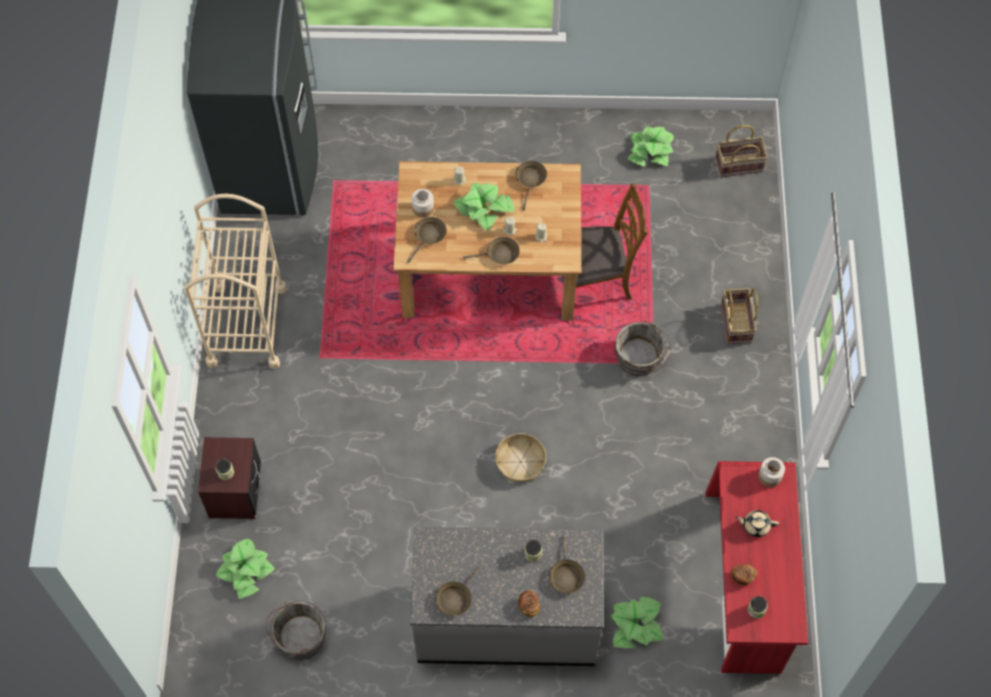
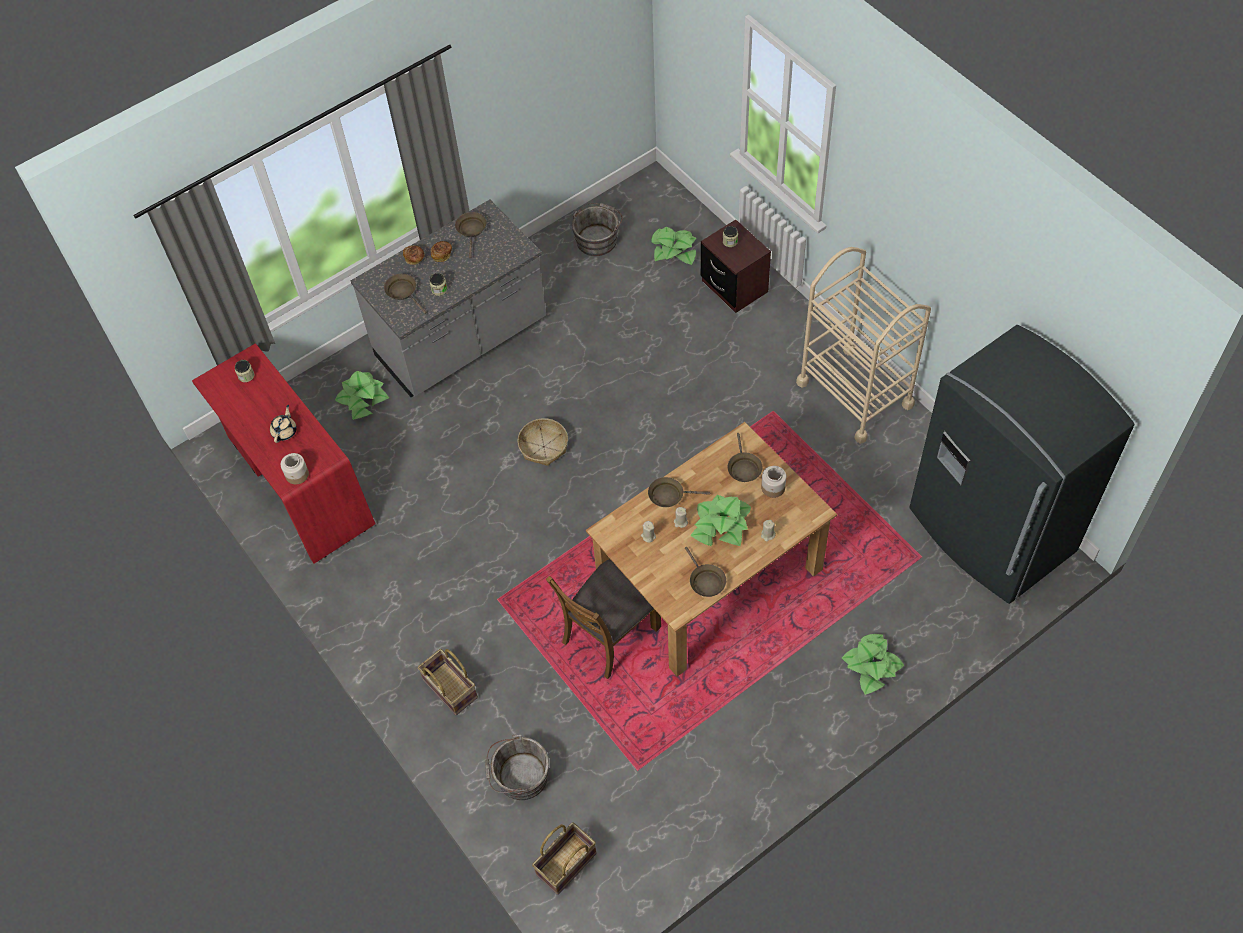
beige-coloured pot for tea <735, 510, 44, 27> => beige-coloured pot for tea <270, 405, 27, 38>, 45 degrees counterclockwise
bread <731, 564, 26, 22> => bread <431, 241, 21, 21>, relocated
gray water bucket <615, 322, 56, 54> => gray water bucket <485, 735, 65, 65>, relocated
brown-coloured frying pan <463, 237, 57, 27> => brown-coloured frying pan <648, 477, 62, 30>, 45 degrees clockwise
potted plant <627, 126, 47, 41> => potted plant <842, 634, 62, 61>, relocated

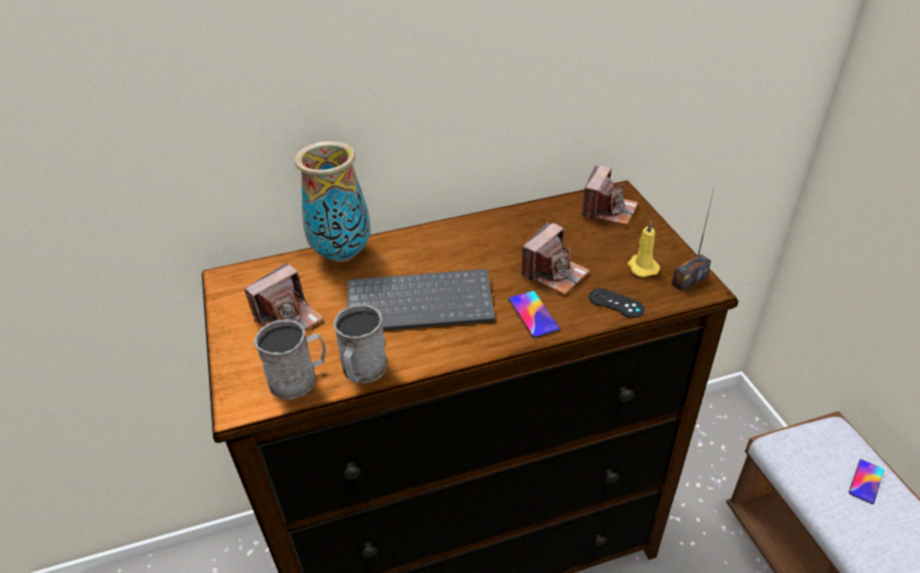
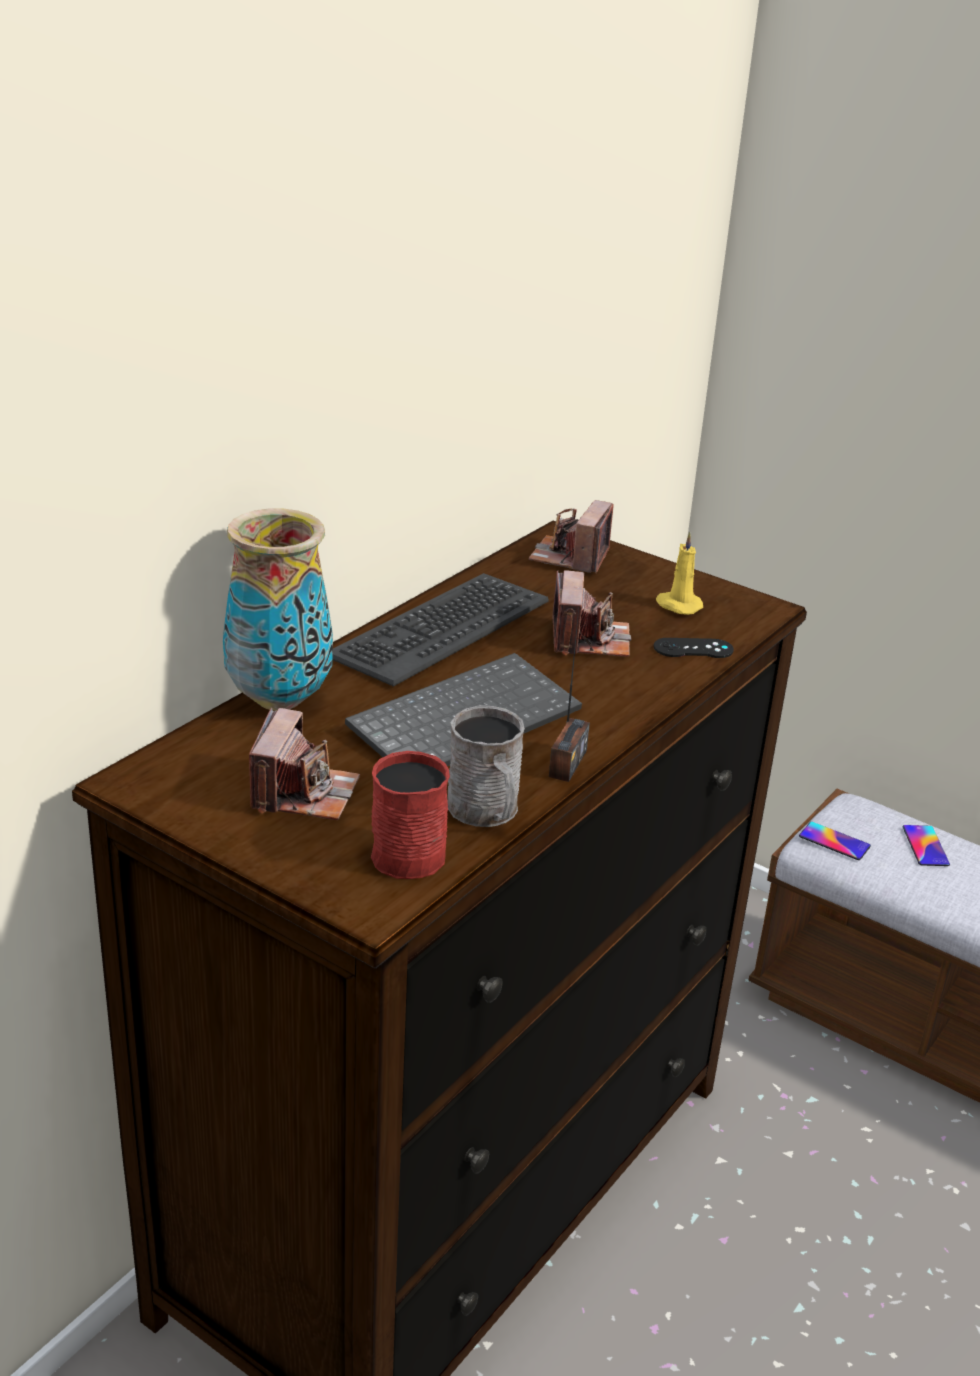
nothing => keyboard <332, 573, 217, 114>
gray tea mug <254, 319, 72, 81> => red-coloured tea mug <371, 751, 79, 128>
photo camera <582, 165, 56, 60> => photo camera <528, 500, 86, 73>, 150 degrees counterclockwise
radio <672, 189, 42, 102> => radio <549, 608, 41, 174>, relocated
handset <508, 291, 52, 47> => handset <799, 822, 72, 38>, relocated

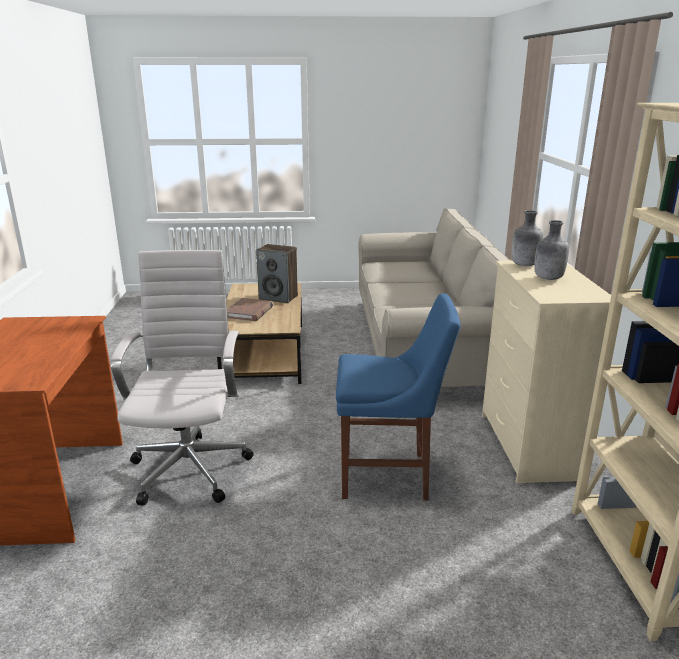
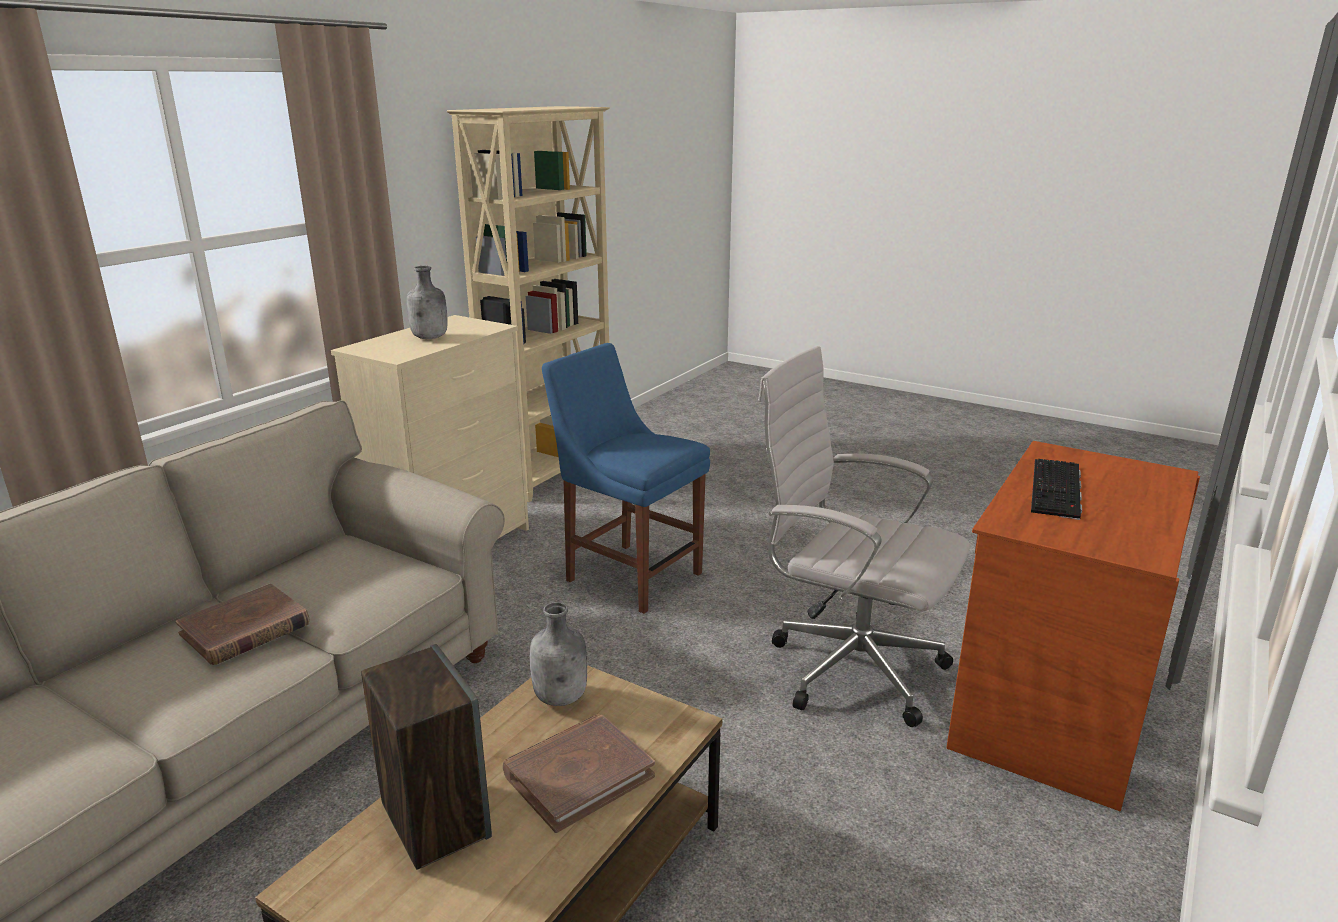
nothing => brown-coloured volume <176, 584, 133, 81>
gray bottle <511, 210, 32, 56> => gray bottle <530, 602, 57, 104>, relocated
white-coloured office chair <111, 250, 143, 256> => white-coloured office chair <758, 346, 212, 381>, 90 degrees clockwise
nothing => keyboard <1031, 459, 51, 61>

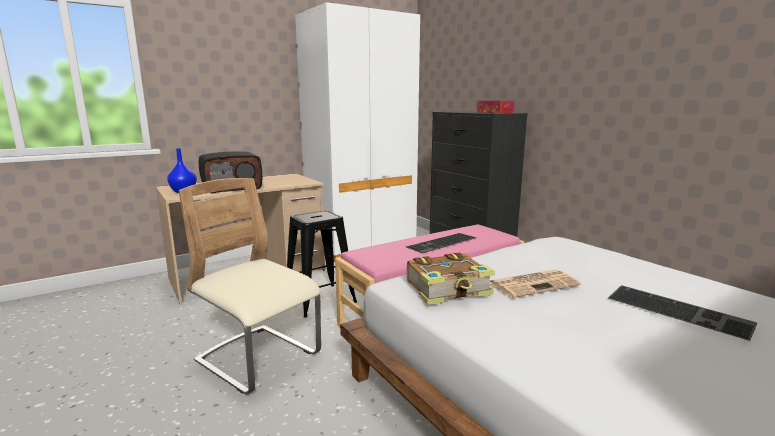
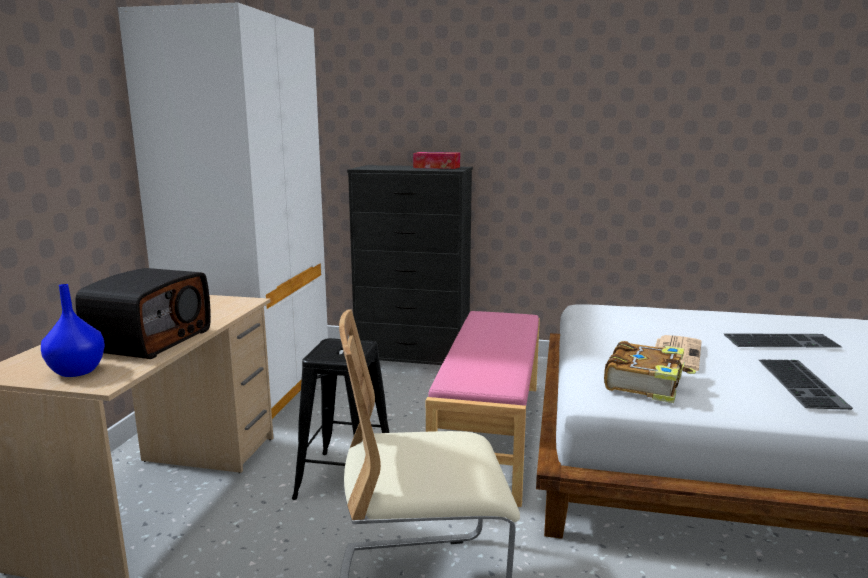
keyboard <406, 233, 70, 20> => keyboard <759, 360, 94, 50>, relocated

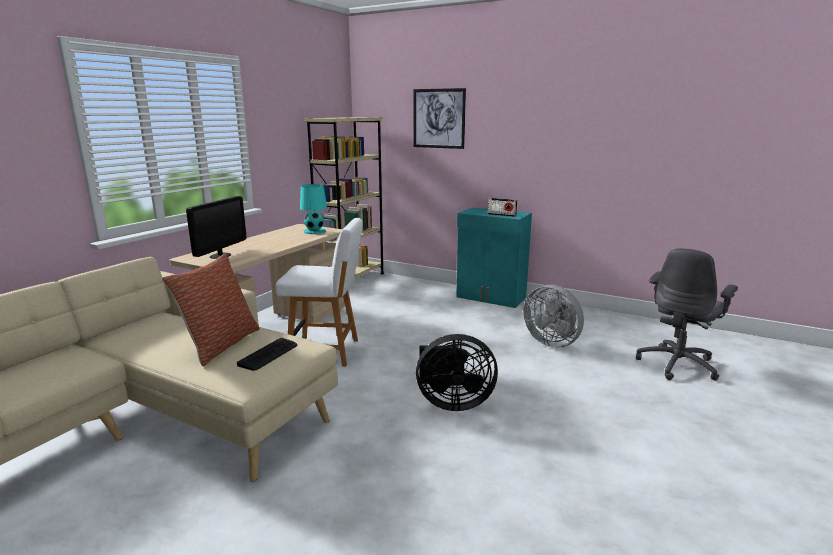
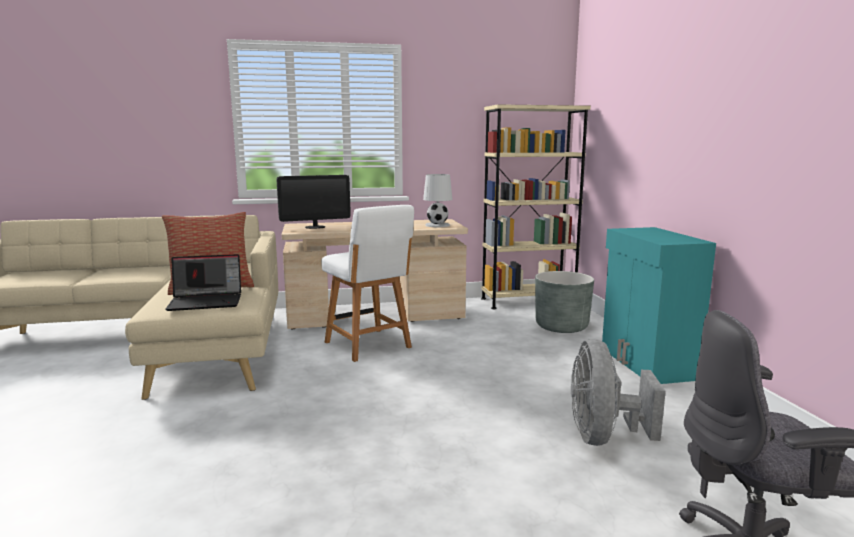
keyboard <237, 338, 60, 33> => laptop <166, 254, 75, 57>
blue-green tabletop lamp <300, 184, 27, 50> => white-coloured tabletop lamp <423, 174, 29, 53>
nothing => gray flower pot <535, 271, 59, 62>
picture <413, 88, 53, 61> => nothing
blackish cooling fan <416, 334, 82, 77> => nothing
radio <488, 198, 29, 19> => nothing

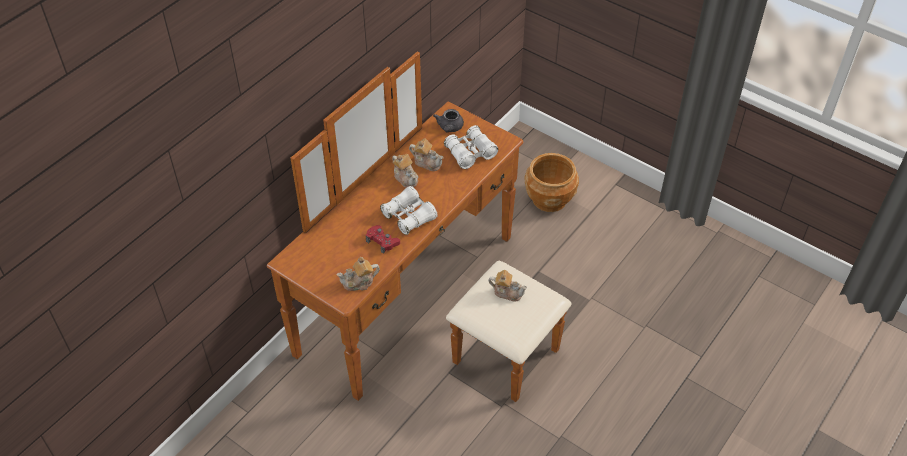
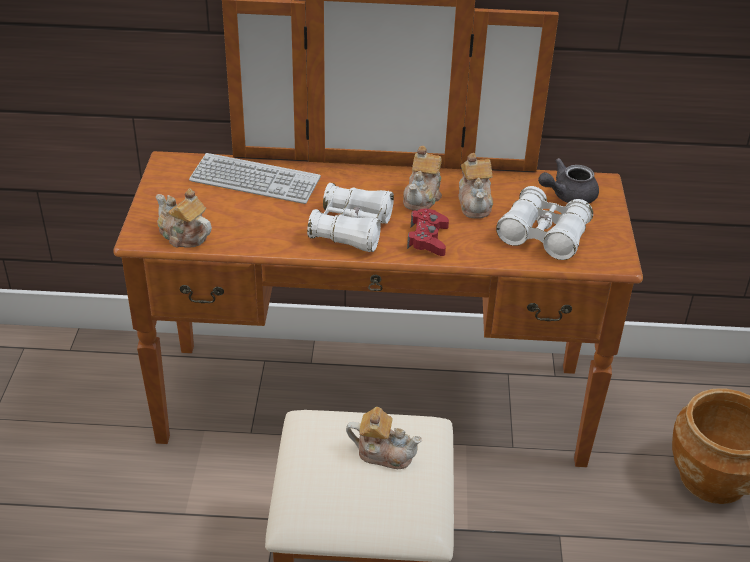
nothing => keyboard <189, 153, 132, 51>
pot for tea <488, 270, 39, 32> => pot for tea <346, 407, 76, 62>, 60 degrees counterclockwise
red-coloured gamepad <366, 225, 34, 29> => red-coloured gamepad <407, 208, 42, 48>, relocated

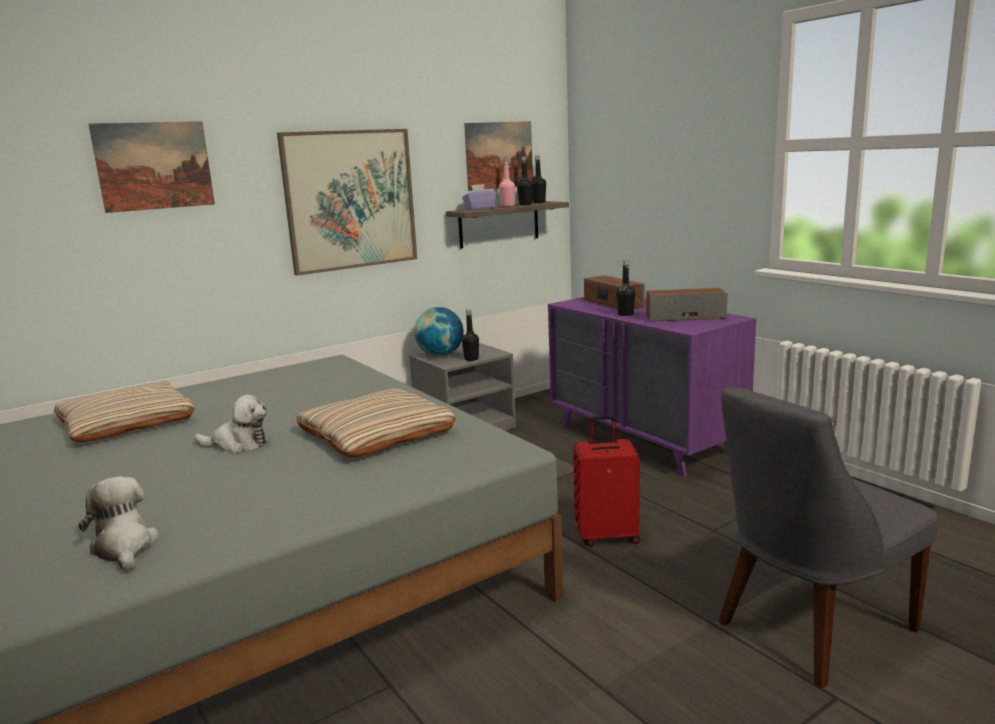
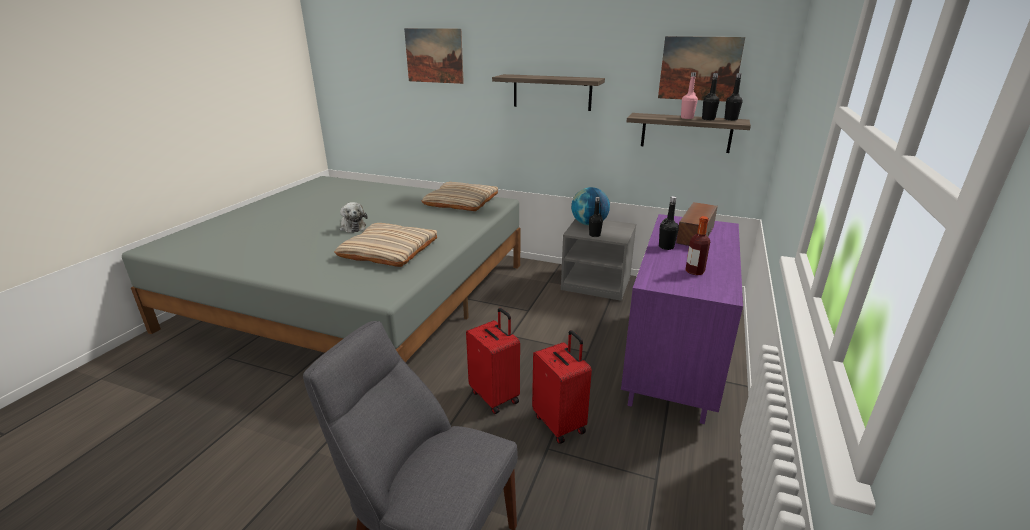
beige-coloured throw pillow <54, 381, 141, 61> => beige-coloured throw pillow <422, 182, 76, 29>, relocated
picture <277, 129, 140, 147> => wall shelf <492, 74, 113, 37>
nothing => red-coloured piece of luggage <532, 330, 60, 114>
speaker <646, 288, 81, 34> => bottle <685, 216, 25, 59>
soft toy <79, 476, 80, 95> => nothing
purple box of tissues <462, 184, 35, 26> => nothing

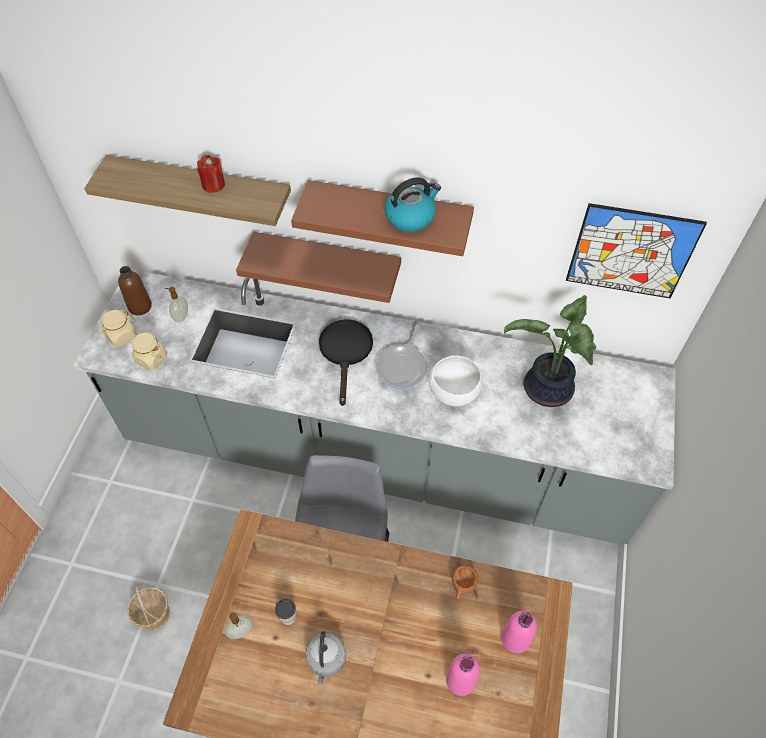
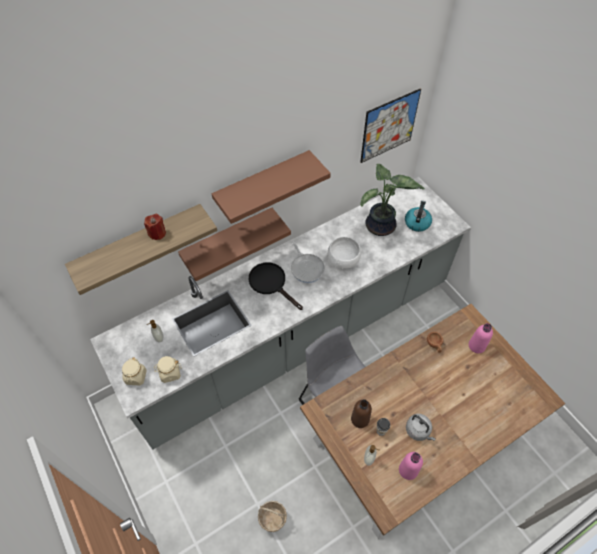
brown-coloured bottle <118, 266, 34, 49> => brown-coloured bottle <351, 399, 21, 29>, relocated
pink bottle <446, 654, 34, 42> => pink bottle <399, 452, 24, 28>, relocated
tea kettle <384, 177, 57, 55> => tea kettle <405, 201, 27, 31>, relocated

